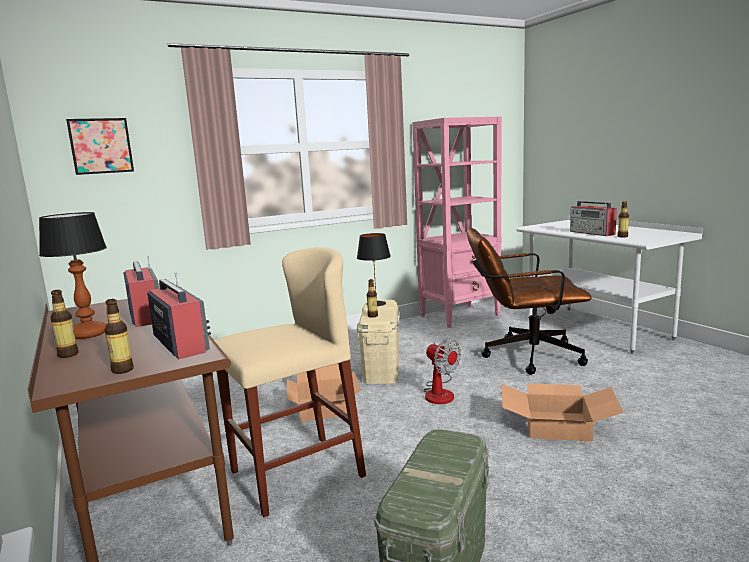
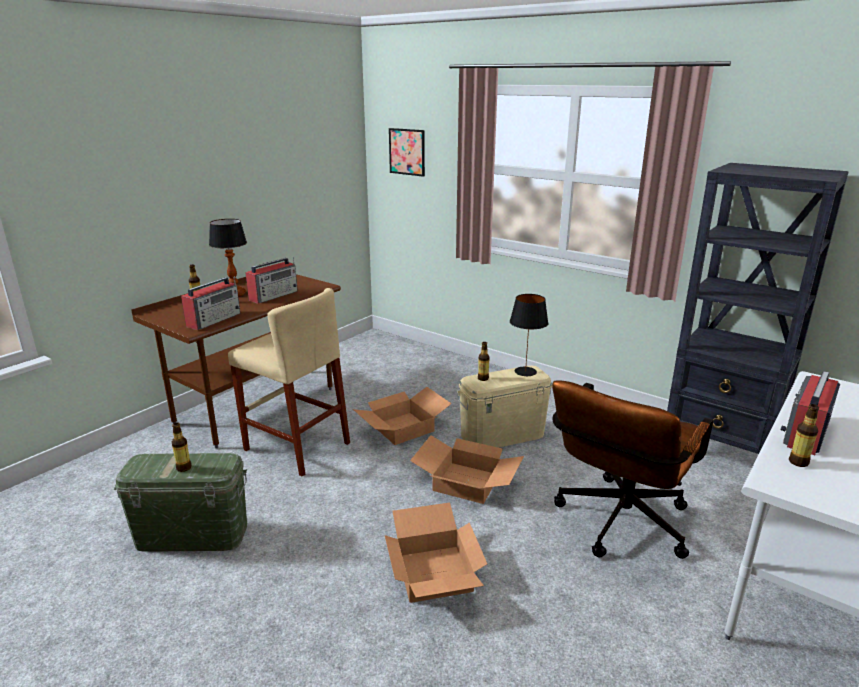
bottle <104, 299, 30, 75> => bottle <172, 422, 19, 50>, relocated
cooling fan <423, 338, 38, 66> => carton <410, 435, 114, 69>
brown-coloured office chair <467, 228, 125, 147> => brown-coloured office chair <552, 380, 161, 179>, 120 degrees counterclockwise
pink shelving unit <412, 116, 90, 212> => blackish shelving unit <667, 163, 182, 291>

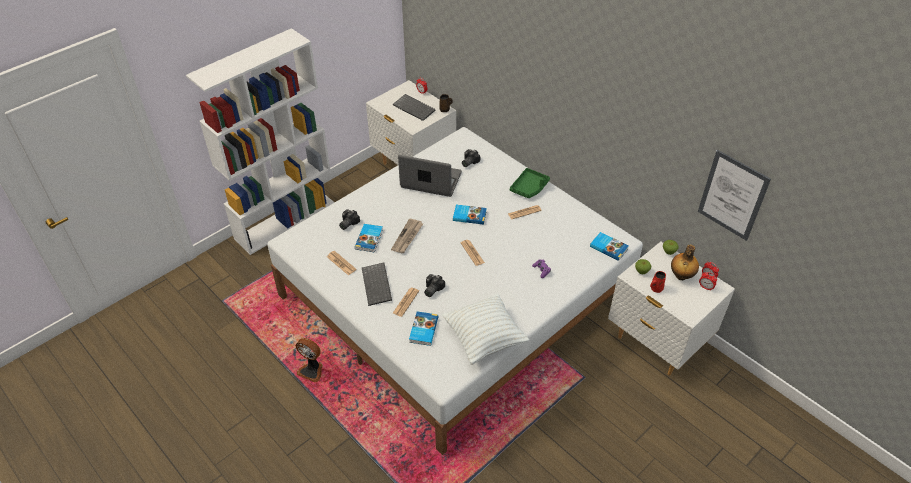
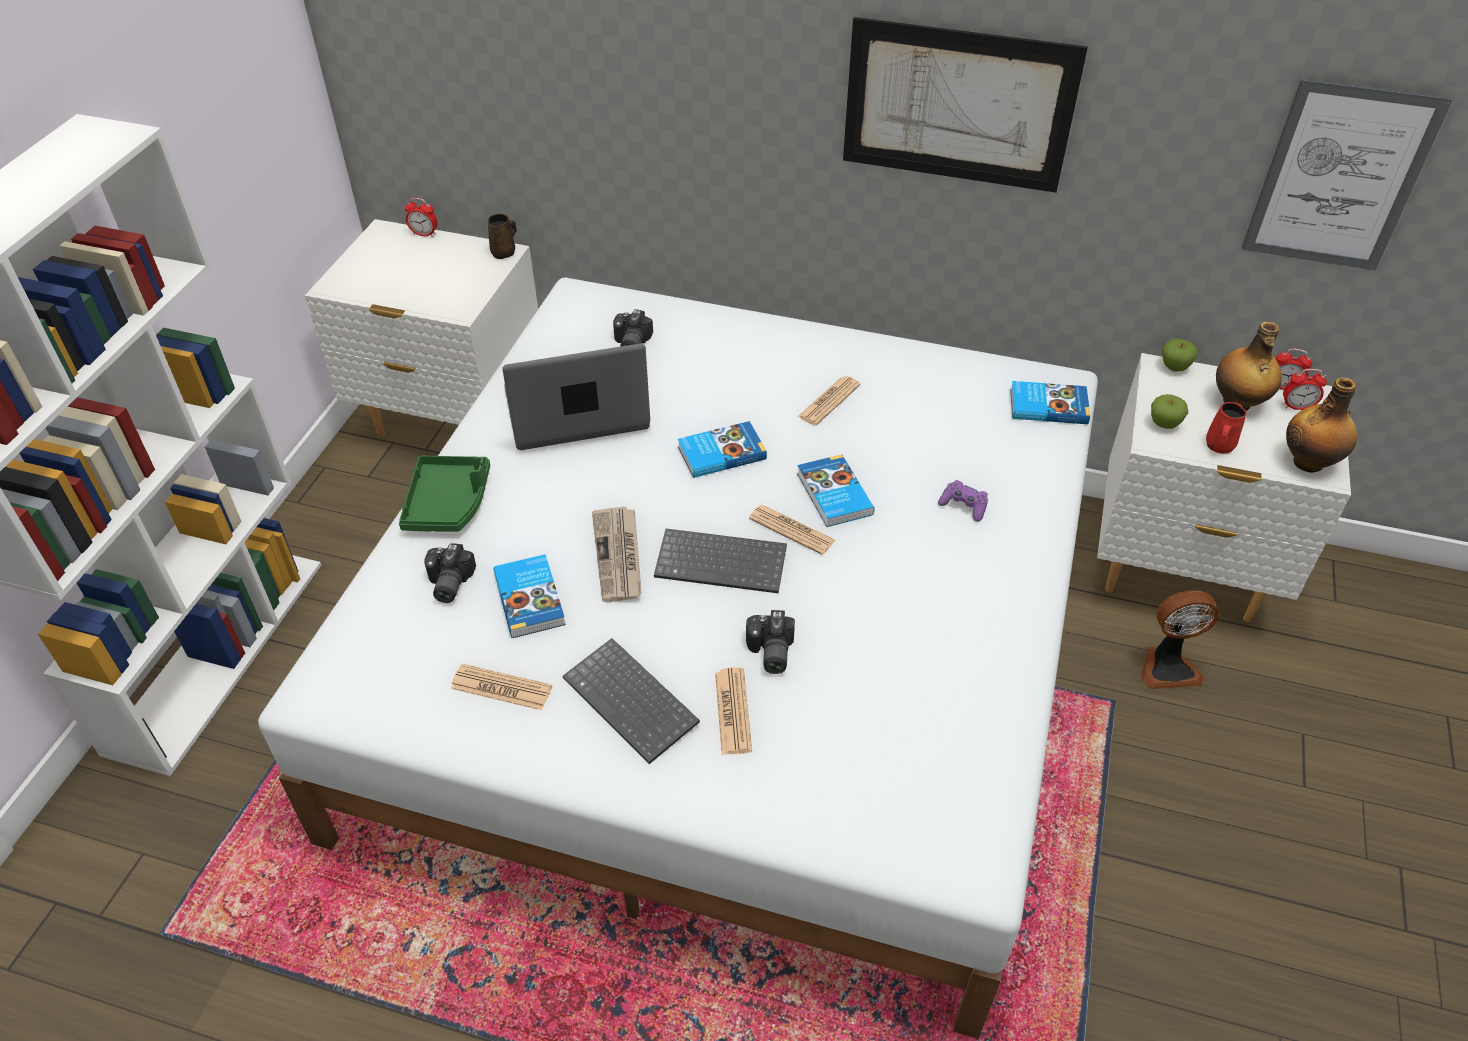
greenish carrying tray <510, 168, 40, 30> => greenish carrying tray <399, 456, 91, 76>, relocated
keyboard <393, 94, 43, 27> => keyboard <654, 529, 133, 64>, relocated
volume <409, 311, 29, 35> => volume <797, 454, 78, 73>, relocated
nothing => picture <843, 17, 245, 176>
cooling fan <296, 338, 27, 44> => cooling fan <1142, 590, 77, 99>, relocated
nothing => bottle <1286, 377, 71, 96>
white-coloured throw pillow <442, 294, 87, 70> => nothing

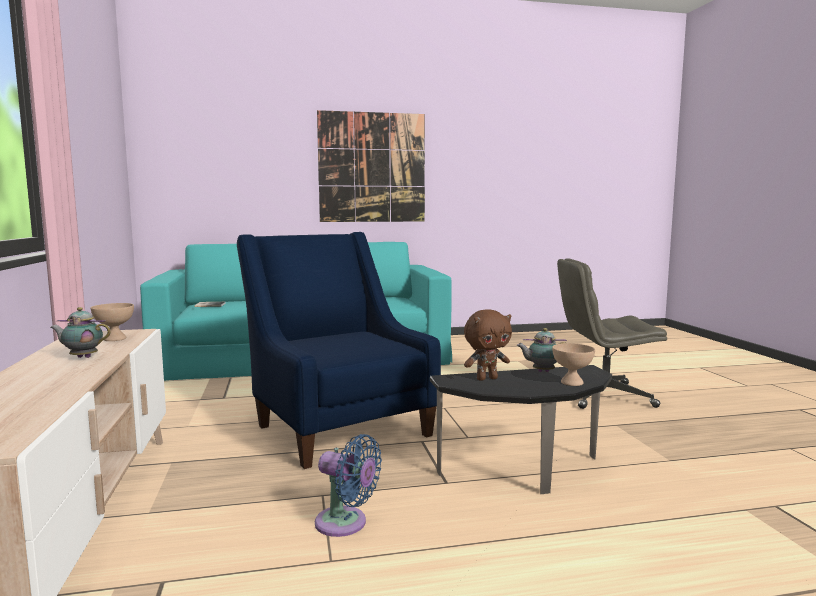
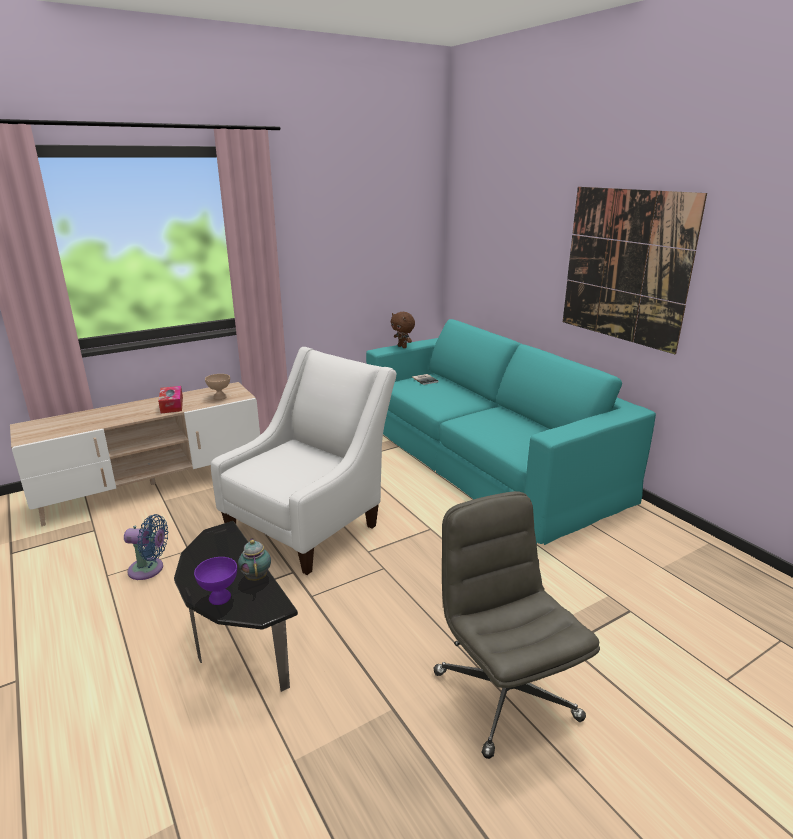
blue cooling fan <315, 434, 67, 103> => blue cooling fan <124, 514, 44, 66>, 90 degrees counterclockwise
pot for tea <50, 307, 61, 51> => box of tissues <158, 386, 25, 28>
beige-coloured deep dish <552, 343, 43, 43> => purple deep dish <194, 557, 43, 48>
blue lounge chair <237, 232, 204, 237> => white-coloured lounge chair <211, 347, 186, 228>
brown-coloured soft toy <464, 310, 48, 71> => brown-coloured soft toy <391, 312, 24, 36>, relocated

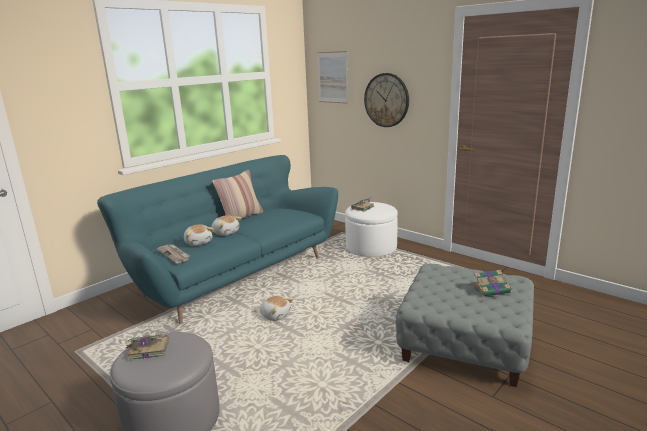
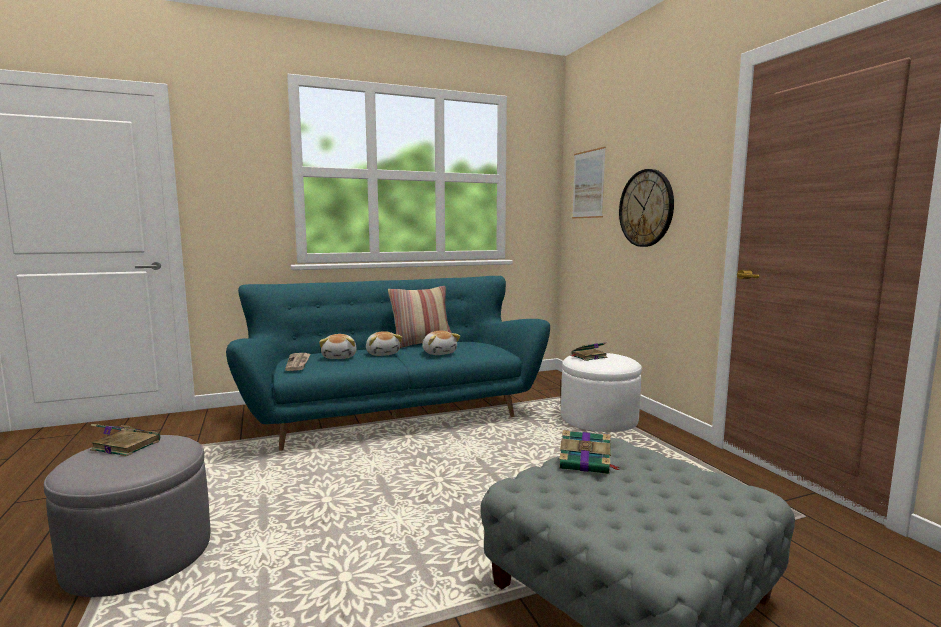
soft toy <260, 296, 34, 25> => soft toy <422, 331, 38, 24>, relocated
volume <472, 270, 39, 27> => volume <559, 430, 60, 44>, relocated

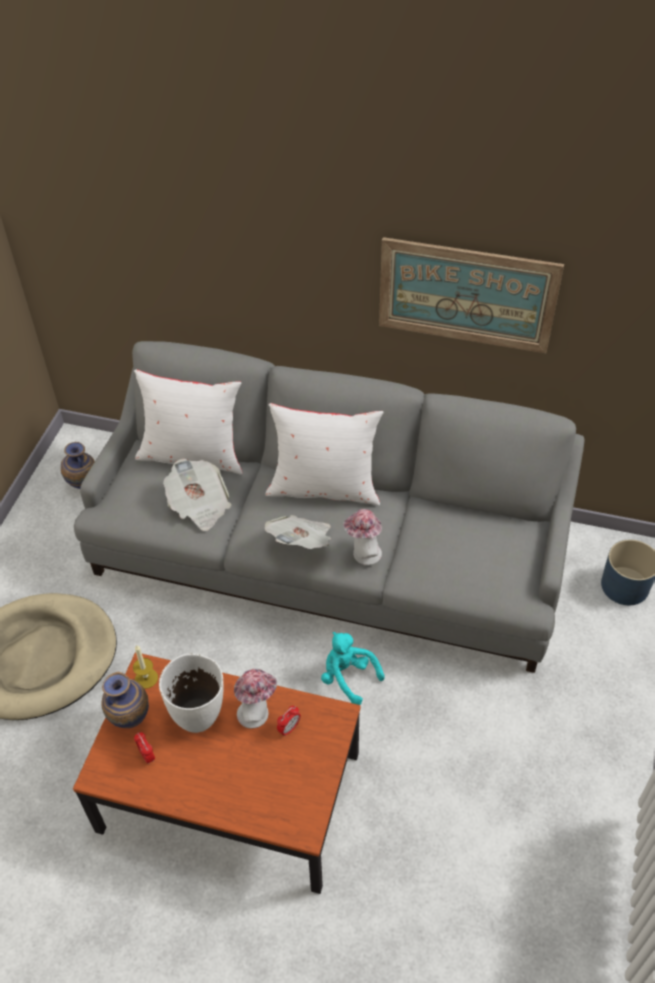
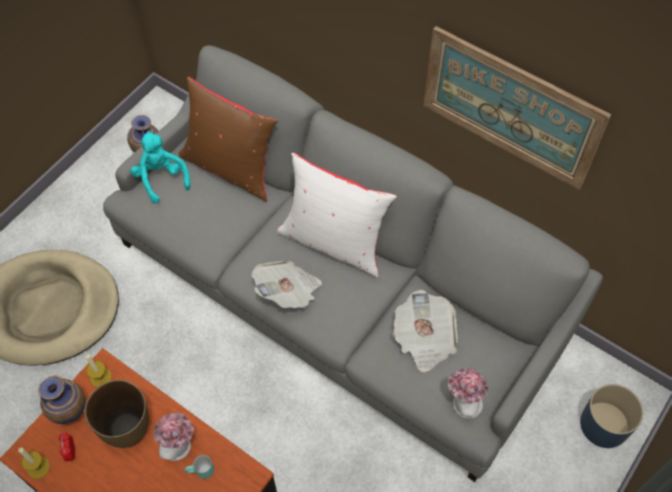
nothing => wax light <18, 448, 32, 31>
white-coloured decorative vase <159, 654, 65, 79> => brown-coloured decorative vase <84, 379, 65, 69>
blue-green soft toy <321, 632, 64, 73> => blue-green soft toy <130, 131, 60, 73>, relocated
white-coloured throw pillow <134, 369, 108, 106> => brown-coloured throw pillow <178, 77, 100, 125>
table clock <277, 706, 24, 30> => blue-green tea mug <185, 455, 29, 24>
printed paper <163, 458, 68, 73> => printed paper <393, 290, 65, 82>, relocated
wearable hat <343, 509, 39, 56> => wearable hat <448, 368, 40, 51>, relocated

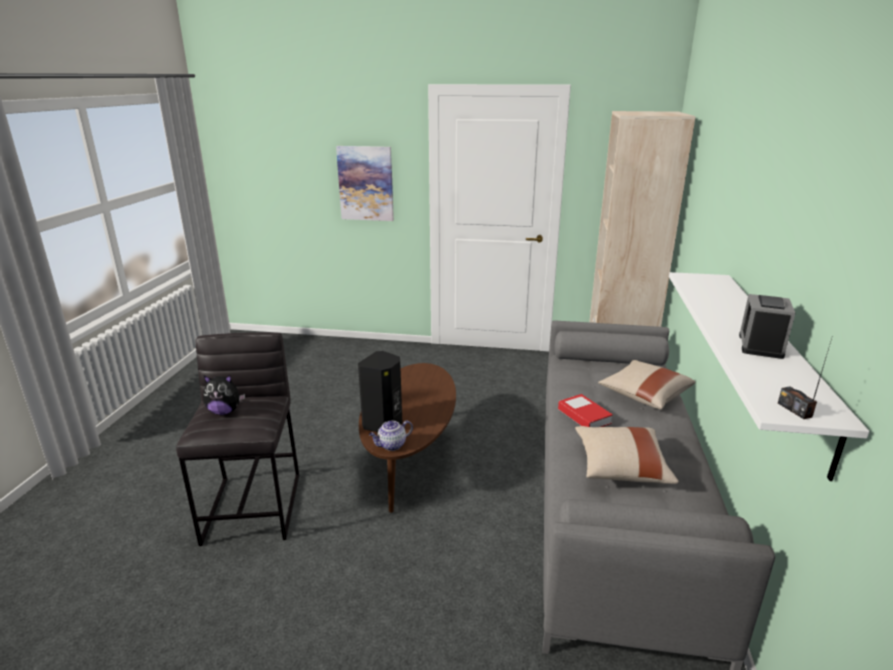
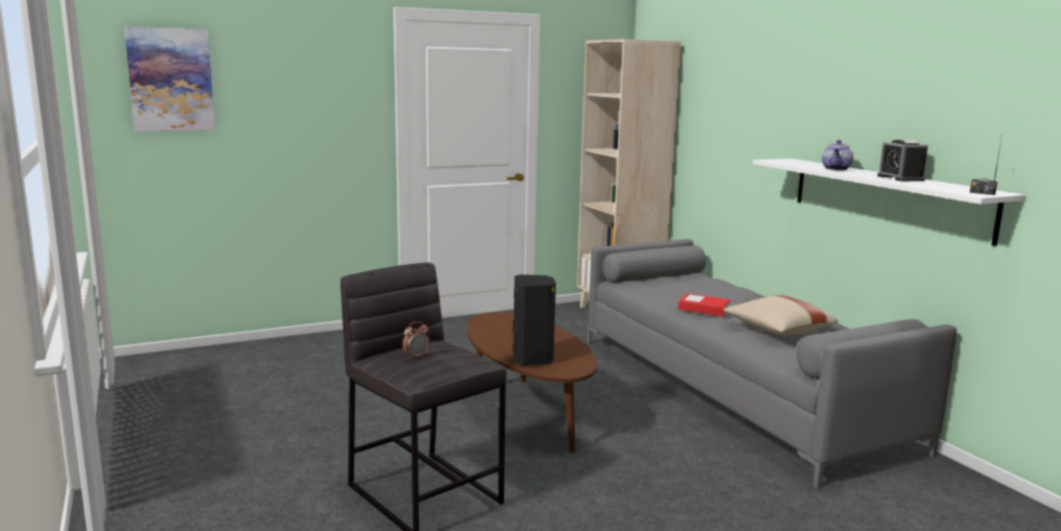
picture <336, 146, 58, 75> => picture <124, 27, 91, 104>, relocated
soft toy <203, 375, 42, 40> => table clock <402, 322, 28, 38>
pot for tea <369, 420, 44, 31> => pot for tea <822, 140, 32, 30>, relocated
beige-coloured throw pillow <598, 360, 97, 50> => nothing

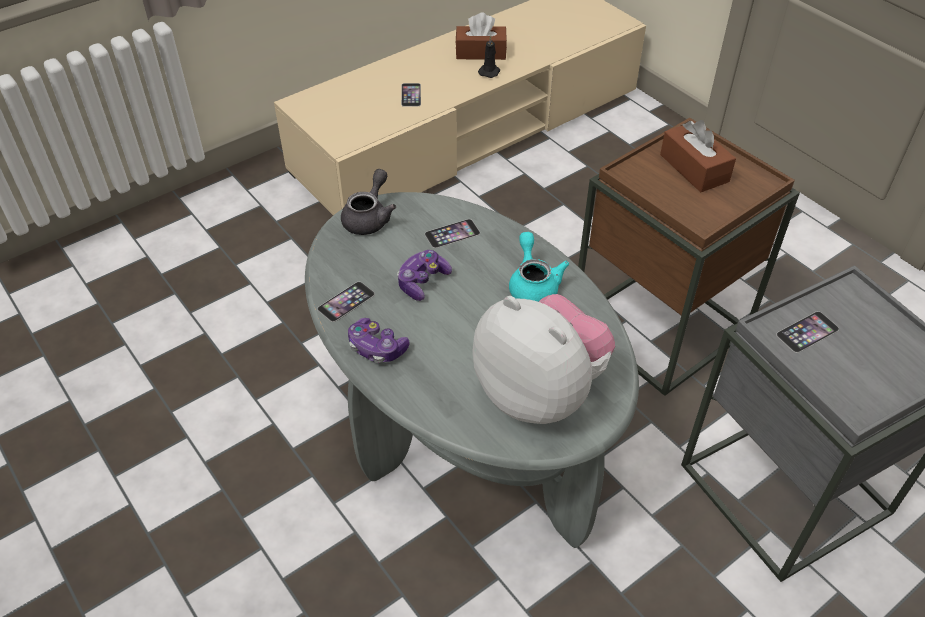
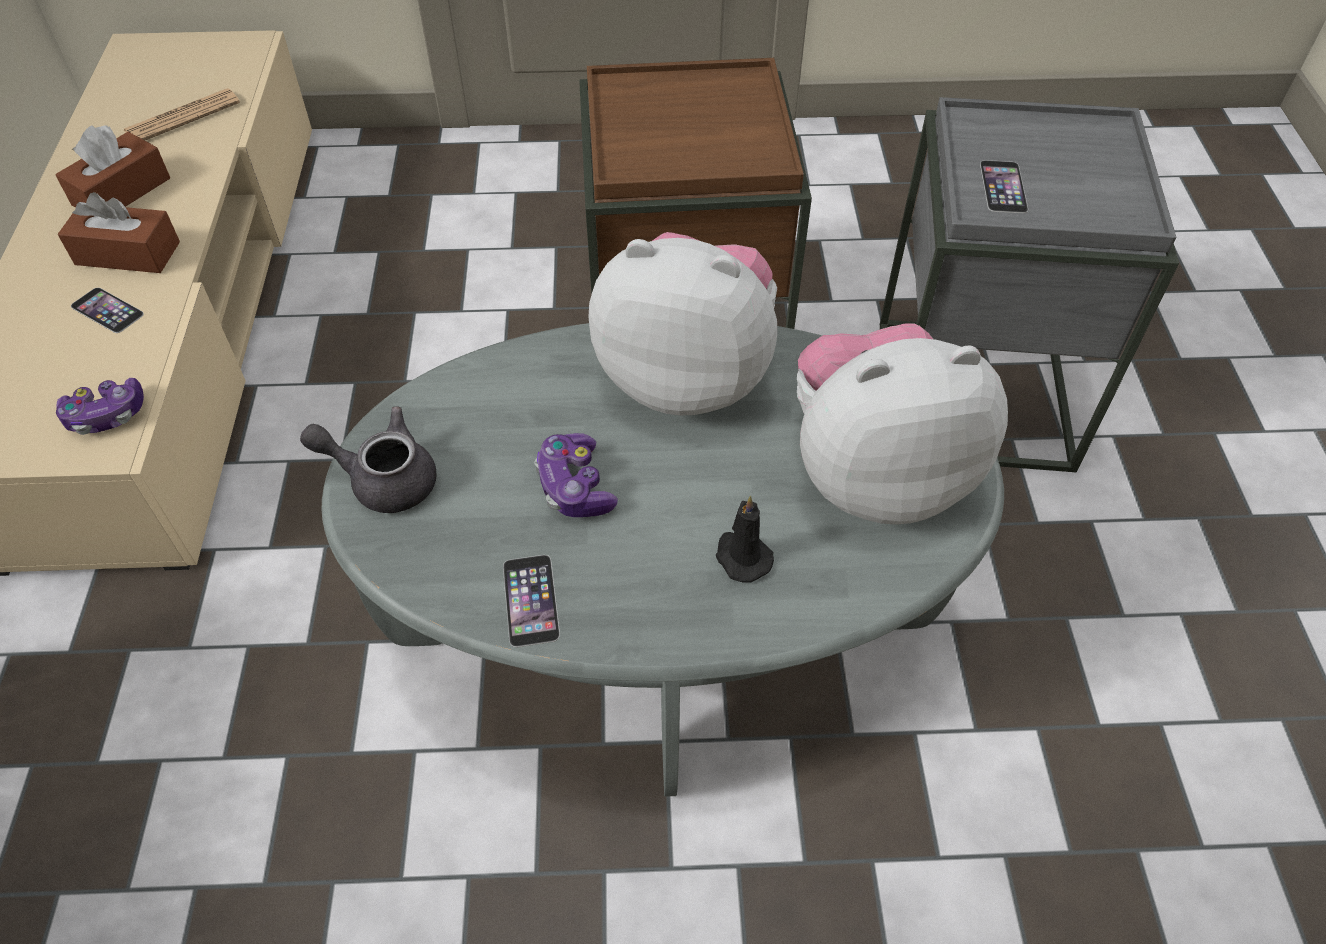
gamepad <348, 318, 61, 45> => gamepad <56, 378, 88, 57>, relocated
brown-coloured box of tissues <660, 120, 76, 72> => brown-coloured box of tissues <58, 192, 122, 81>, relocated
nothing => printed paper <124, 88, 116, 52>
gray pot for tea <341, 169, 55, 66> => gray pot for tea <300, 407, 136, 106>, 45 degrees counterclockwise
blue-green pot for tea <509, 232, 60, 70> => soft toy <588, 232, 189, 183>
blackish wax light <478, 35, 22, 43> => blackish wax light <716, 496, 58, 86>, relocated
handset <425, 219, 55, 29> => nothing

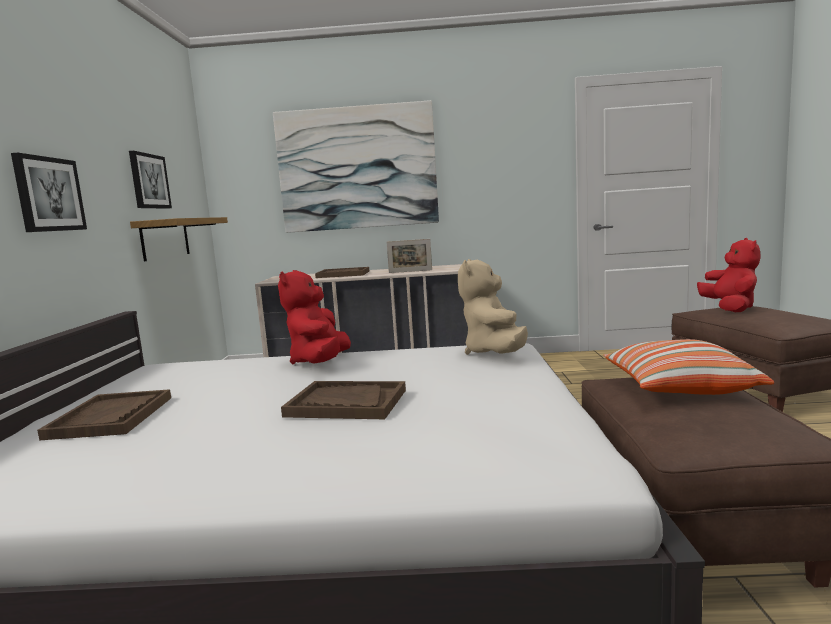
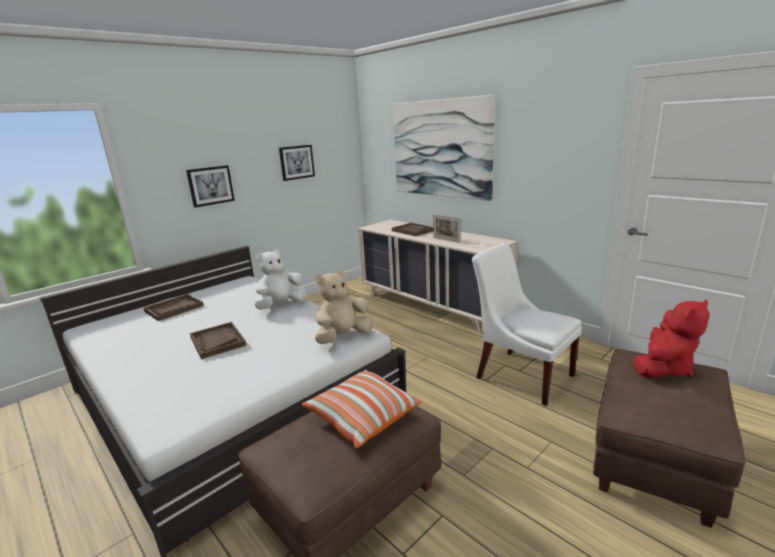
red-coloured soft toy <278, 270, 73, 94> => white-coloured soft toy <254, 250, 53, 60>
nothing => white-coloured plain chair <472, 243, 110, 163>
wall shelf <130, 217, 98, 44> => nothing

